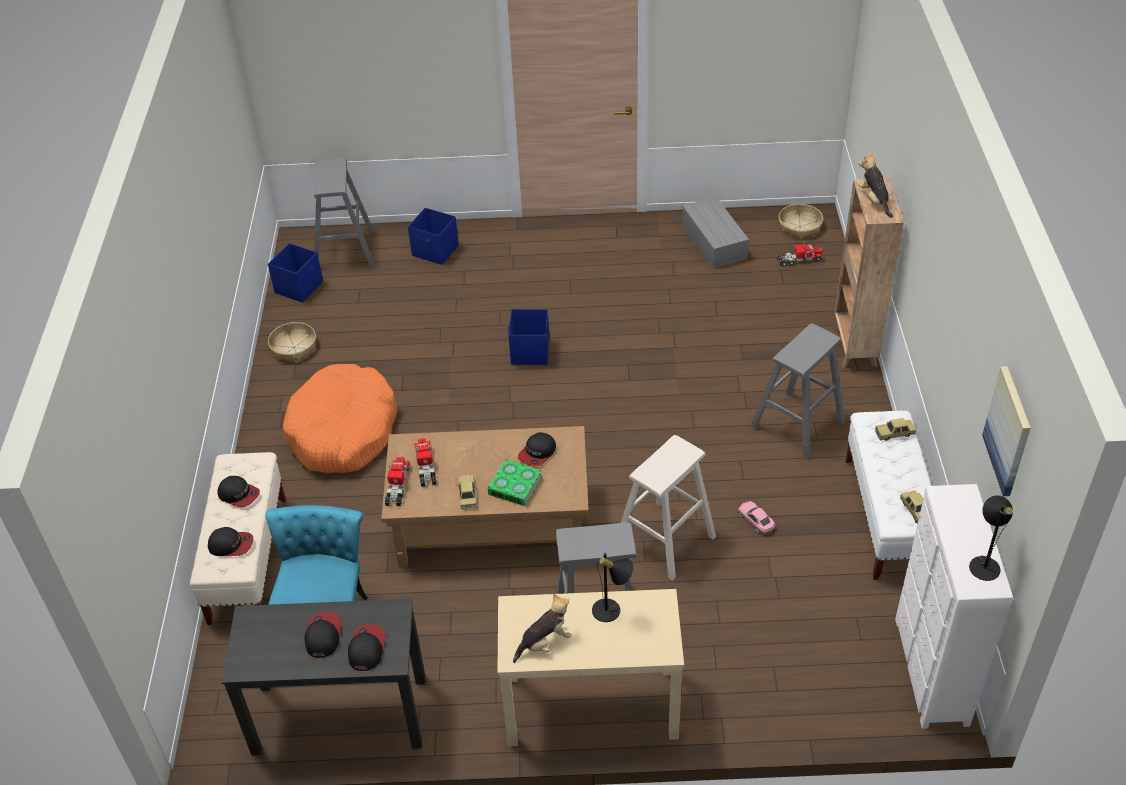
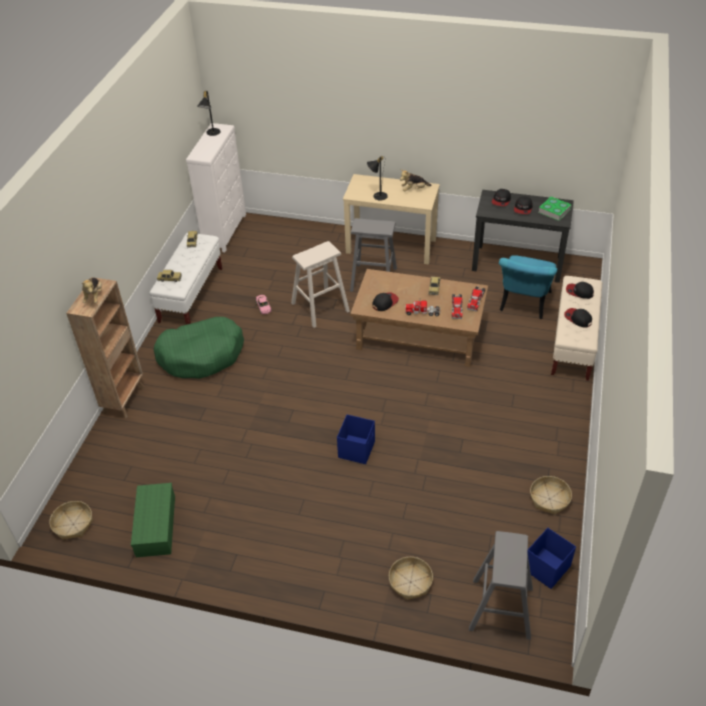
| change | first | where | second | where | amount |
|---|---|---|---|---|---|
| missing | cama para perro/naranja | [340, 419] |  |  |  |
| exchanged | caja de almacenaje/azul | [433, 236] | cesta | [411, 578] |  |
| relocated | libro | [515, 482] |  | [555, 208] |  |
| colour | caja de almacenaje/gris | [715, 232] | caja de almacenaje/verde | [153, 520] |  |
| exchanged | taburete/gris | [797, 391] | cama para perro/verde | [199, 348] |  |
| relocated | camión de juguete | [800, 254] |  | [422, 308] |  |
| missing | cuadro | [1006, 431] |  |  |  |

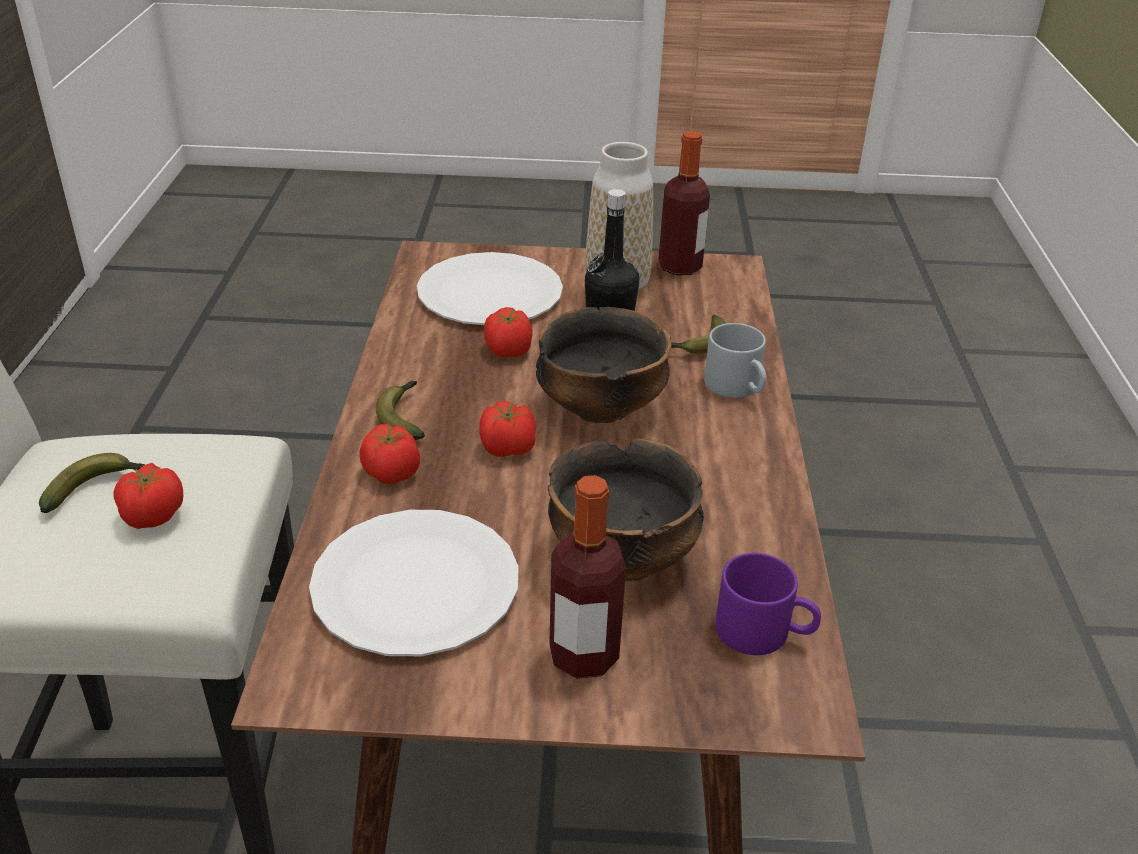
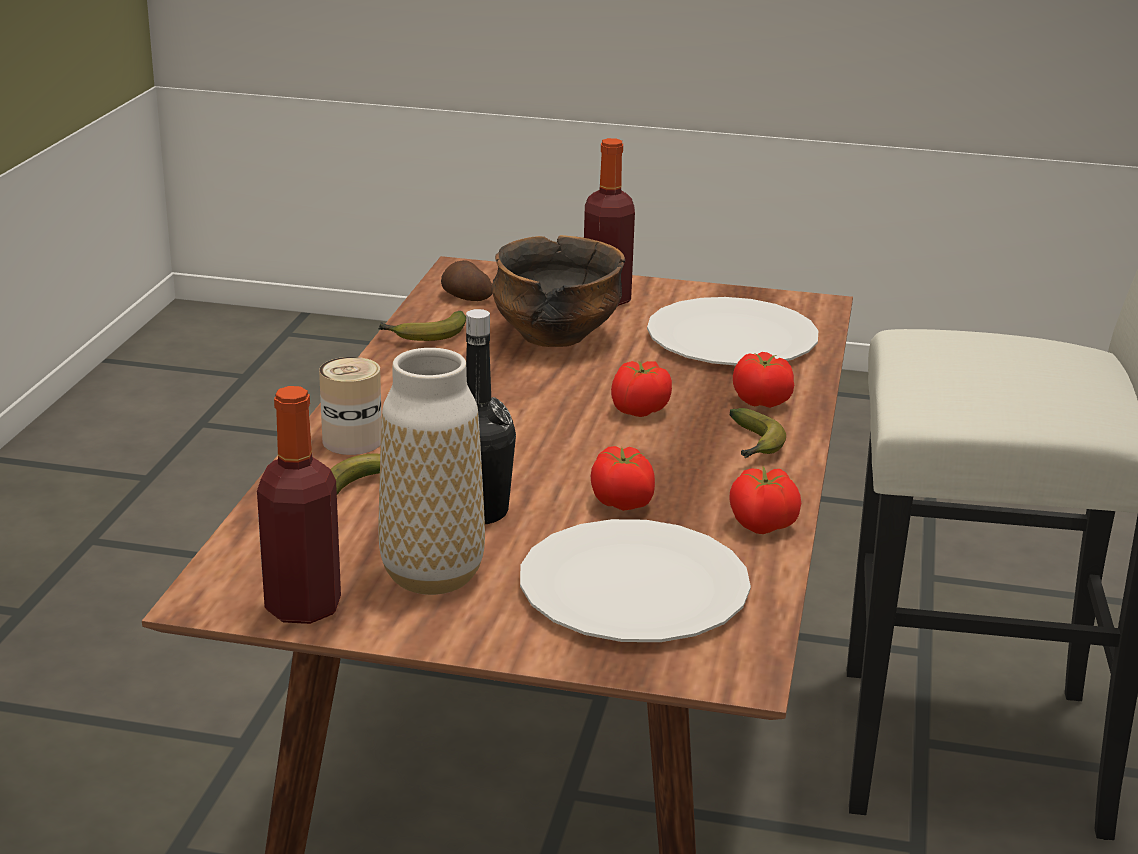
| change | first | where | second | where | amount |
|---|---|---|---|---|---|
| relocated | plátano | [92, 483] |  | [422, 326] |  |
| relocated | tomate | [148, 496] |  | [765, 500] |  |
| missing | cuenco | [604, 365] |  |  |  |
| exchanged | taza grande/gris | [735, 360] | lata | [350, 406] |  |
| exchanged | taza grande/morado | [768, 604] | patata | [467, 280] |  |

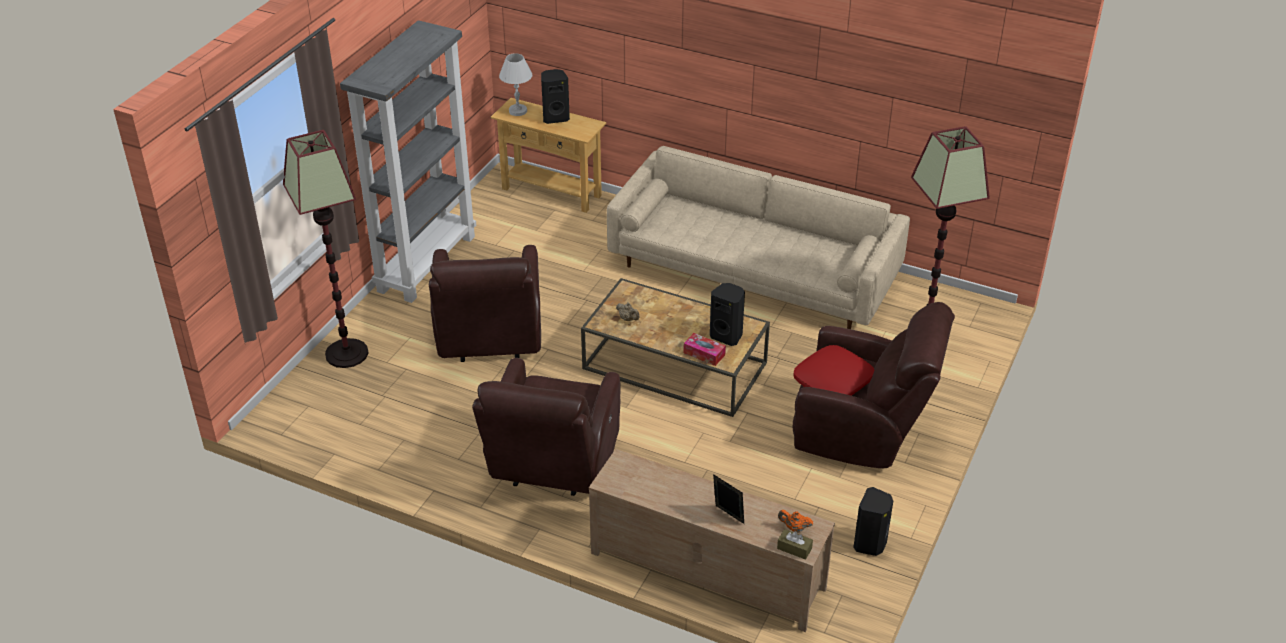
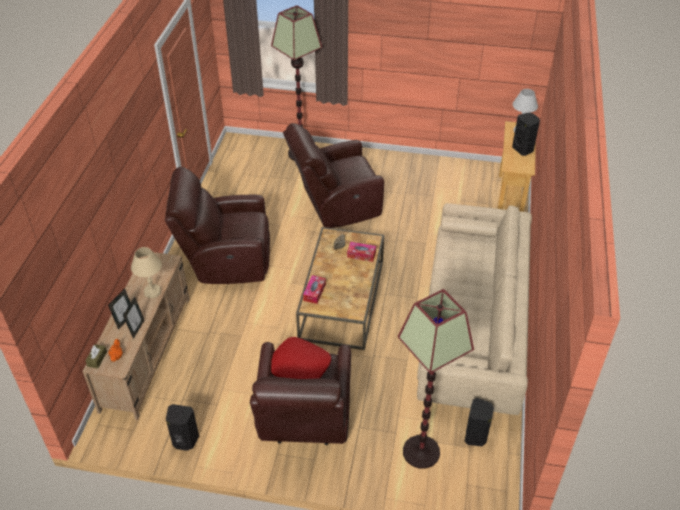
| change | first | where | second | where | amount |
|---|---|---|---|---|---|
| missing | estantería/gris | [408, 161] |  |  |  |
| relocated | altavoz/negro | [727, 314] |  | [479, 422] |  |
| appeared |  |  | portarretratos | [133, 318] |  |
| appeared |  |  | lámpara de mesa/beis | [146, 272] |  |
| appeared |  |  | caja de pañuelos | [361, 252] |  |

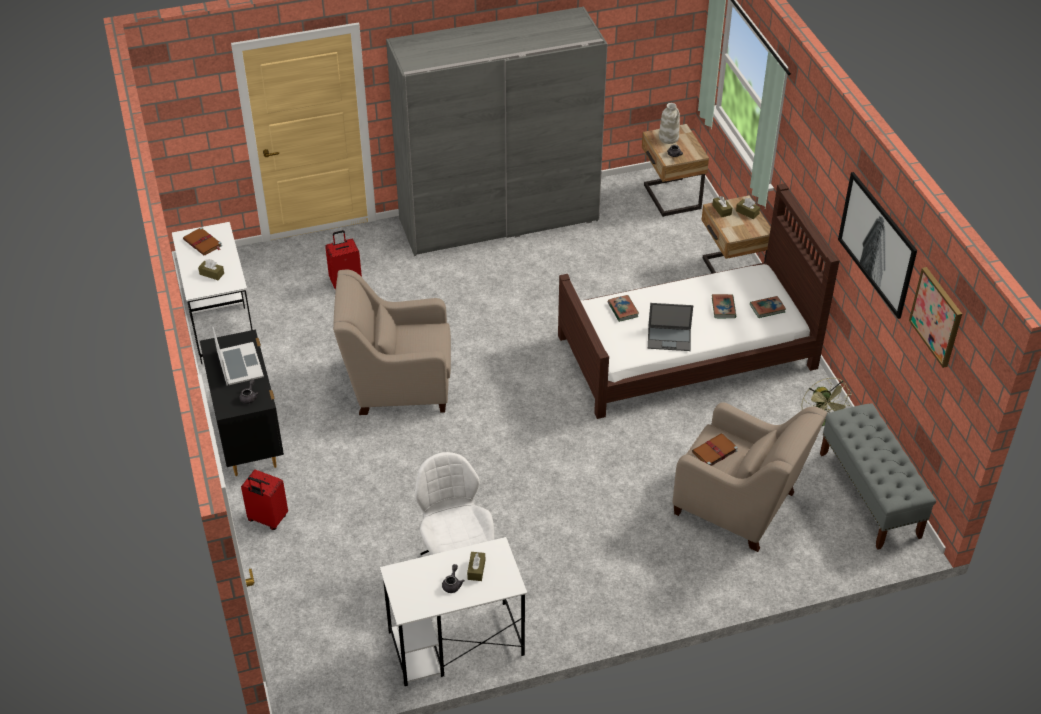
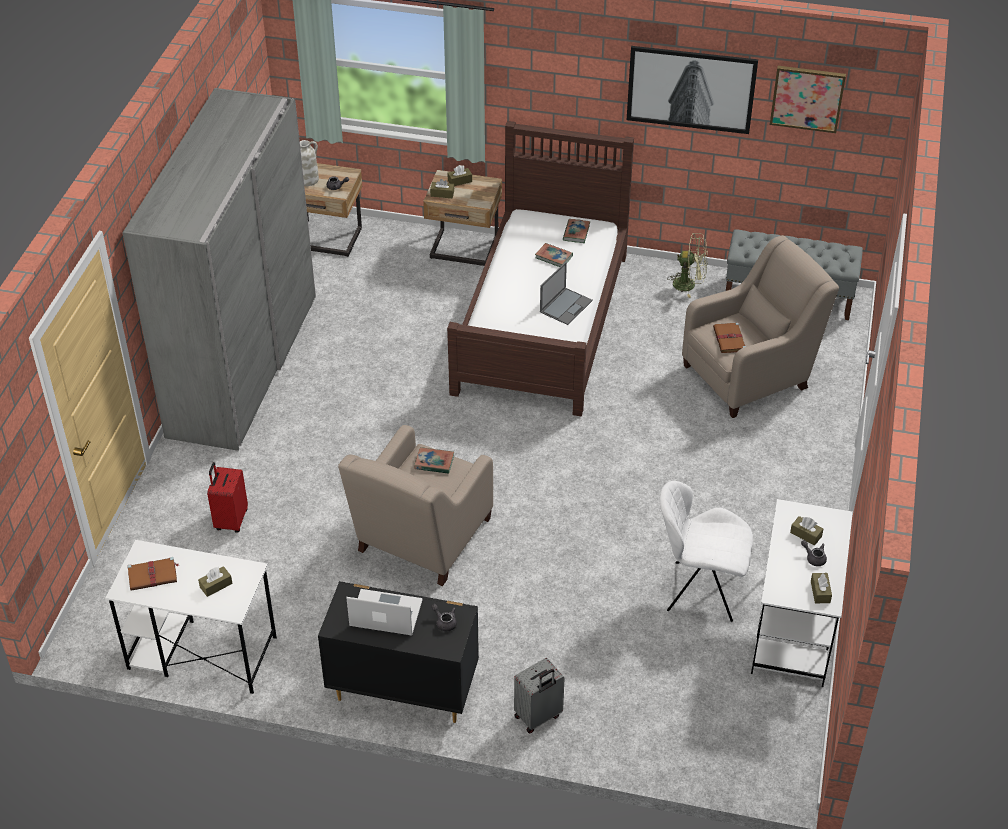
| change | first | where | second | where | amount |
|---|---|---|---|---|---|
| colour | maleta/rojo | [264, 500] | maleta/gris | [539, 695] |  |
| relocated | libro | [623, 308] |  | [434, 460] |  |
| appeared |  |  | caja de pañuelos/marrón | [821, 588] |  |

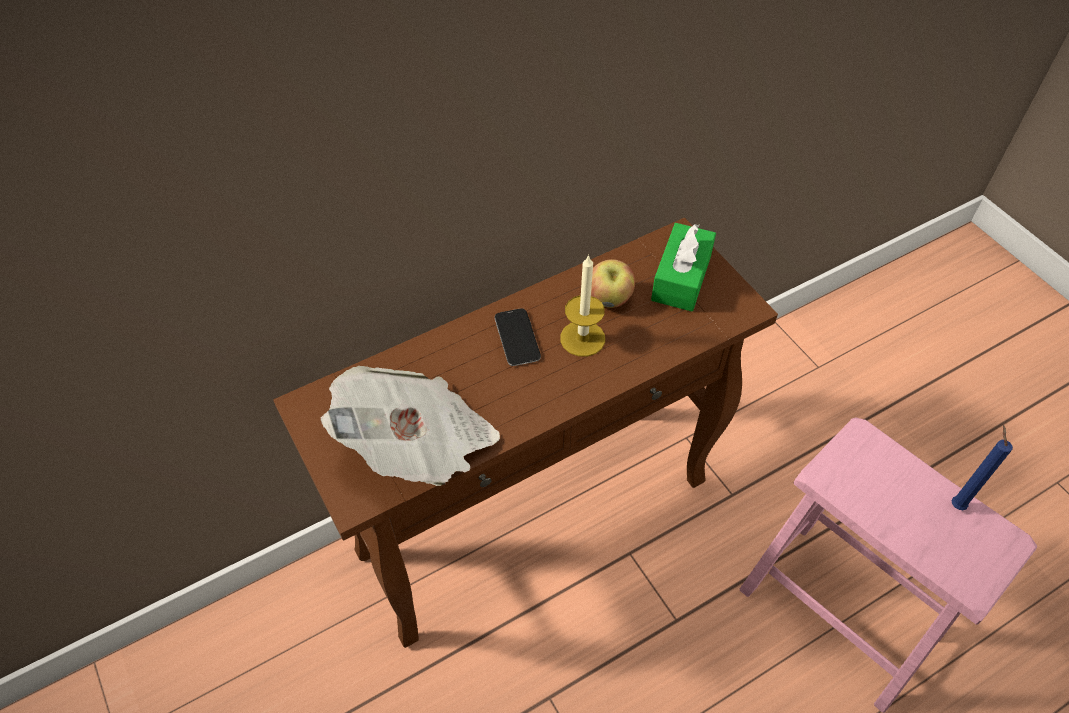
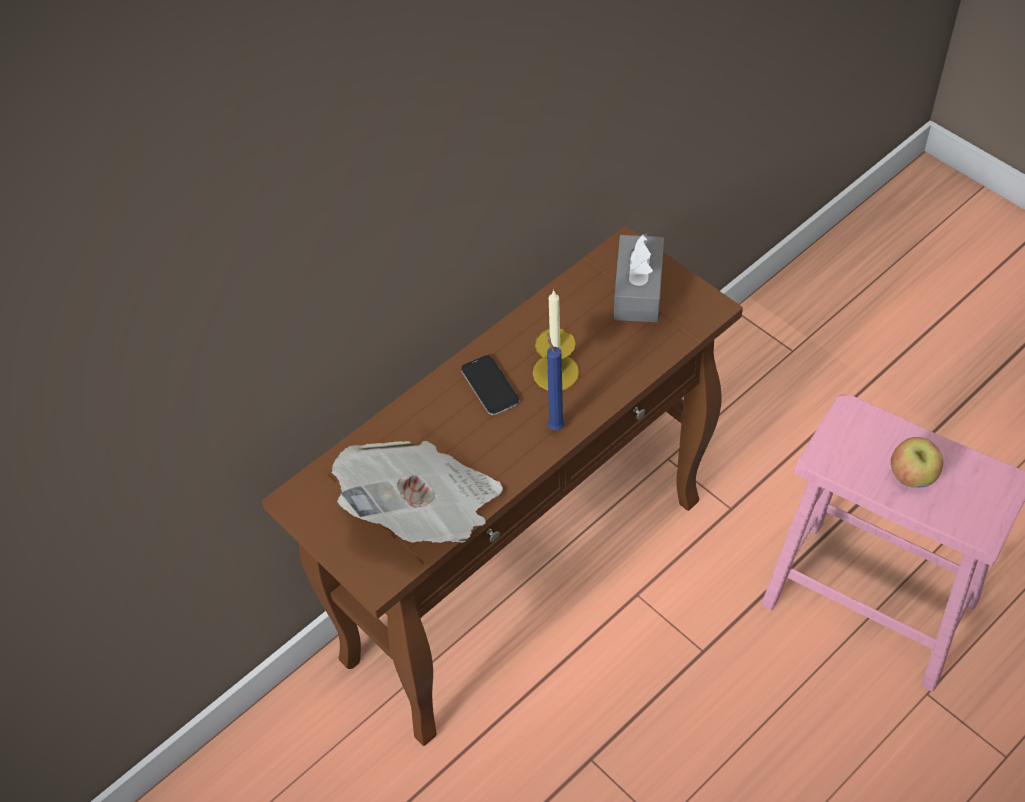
| change | first | where | second | where | amount |
|---|---|---|---|---|---|
| relocated | manzana | [613, 283] |  | [917, 462] |  |
| colour | caja de pañuelos/verde | [683, 267] | caja de pañuelos/gris | [639, 278] |  |
| relocated | vela/azul | [982, 467] |  | [556, 381] |  |

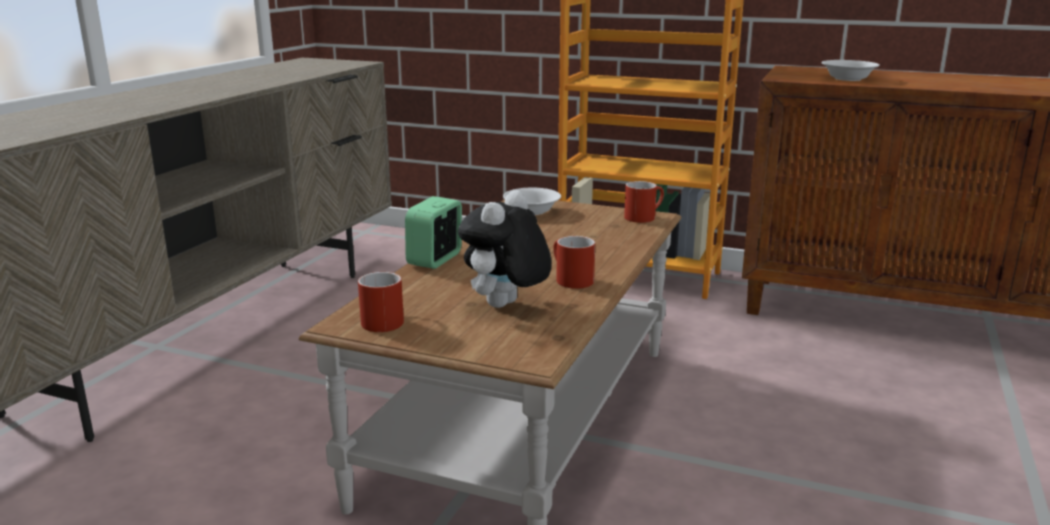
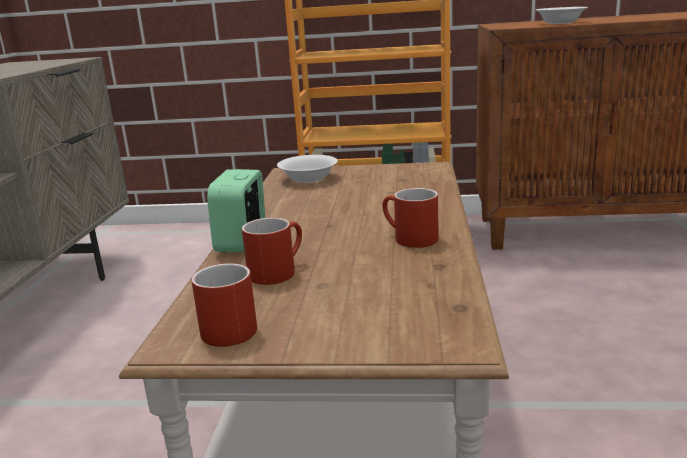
| change | first | where | second | where | amount |
|---|---|---|---|---|---|
| missing | peluche | [505, 249] |  |  |  |
| relocated | taza grande/rojo | [644, 202] |  | [272, 251] |  |

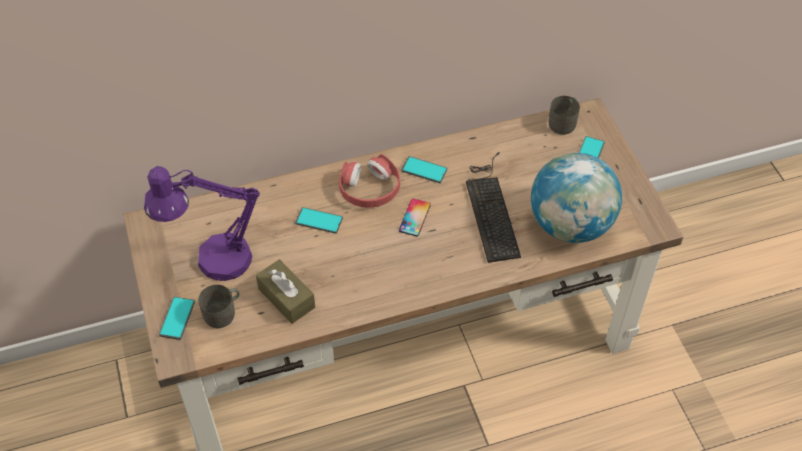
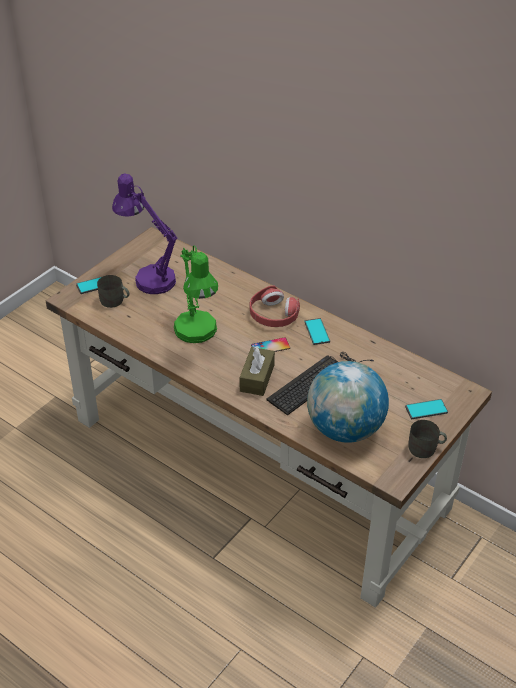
| change | first | where | second | where | amount |
|---|---|---|---|---|---|
| relocated | caja de pañuelos/marrón | [285, 291] |  | [257, 371] |  |
| missing | móvil | [319, 220] |  |  |  |
| relocated | taza grande/gris | [564, 115] |  | [427, 439] |  |
| appeared |  |  | lámpara de mesa/verde | [196, 294] |  |

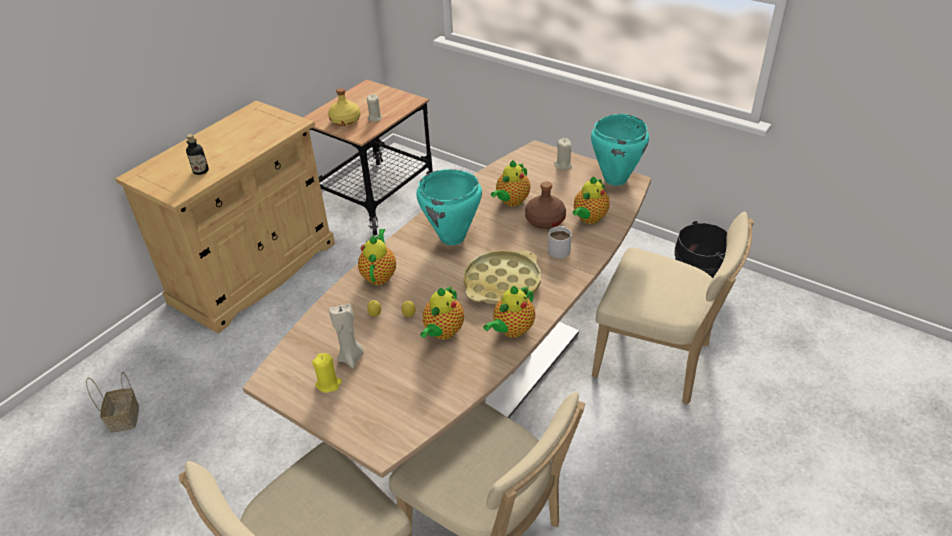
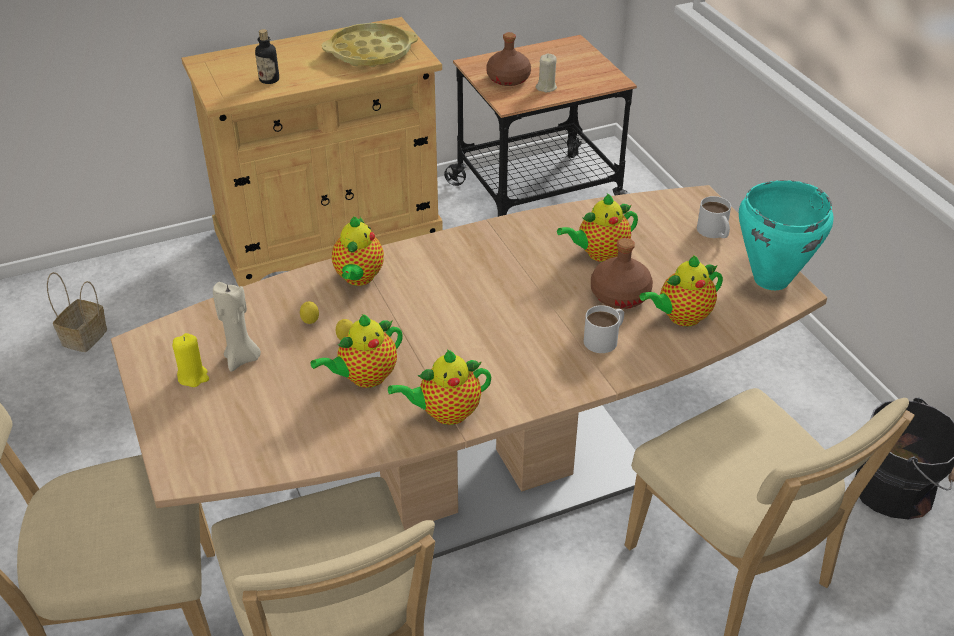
| change | first | where | second | where | amount |
|---|---|---|---|---|---|
| colour | botella/amarillo | [344, 107] | botella/marrón | [508, 59] |  |
| spun | tetera | [377, 257] |  | [358, 251] | 150 degrees clockwise |
| missing | olla/turquesa | [449, 207] |  |  |  |
| relocated | bandeja/amarillo | [502, 277] |  | [370, 45] |  |
| exchanged | vela/beis | [563, 154] | taza grande/blanco | [714, 217] |  |

